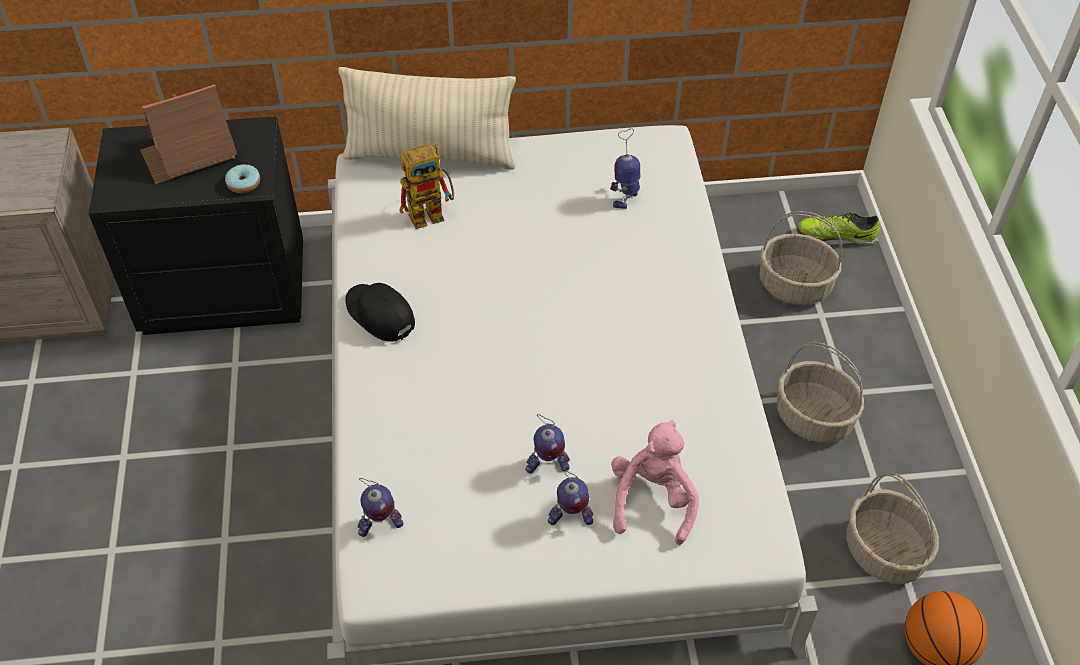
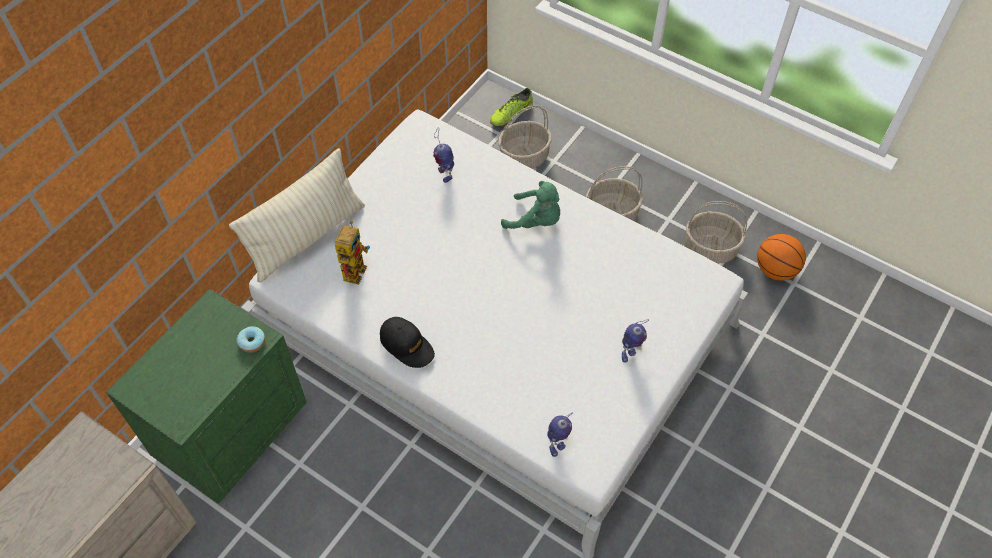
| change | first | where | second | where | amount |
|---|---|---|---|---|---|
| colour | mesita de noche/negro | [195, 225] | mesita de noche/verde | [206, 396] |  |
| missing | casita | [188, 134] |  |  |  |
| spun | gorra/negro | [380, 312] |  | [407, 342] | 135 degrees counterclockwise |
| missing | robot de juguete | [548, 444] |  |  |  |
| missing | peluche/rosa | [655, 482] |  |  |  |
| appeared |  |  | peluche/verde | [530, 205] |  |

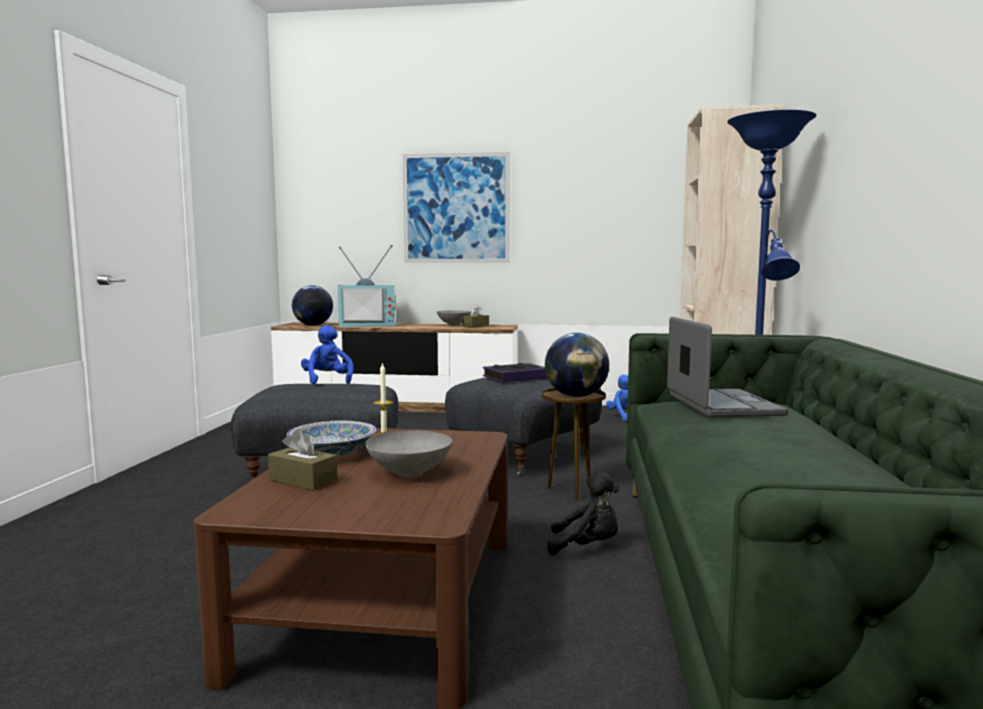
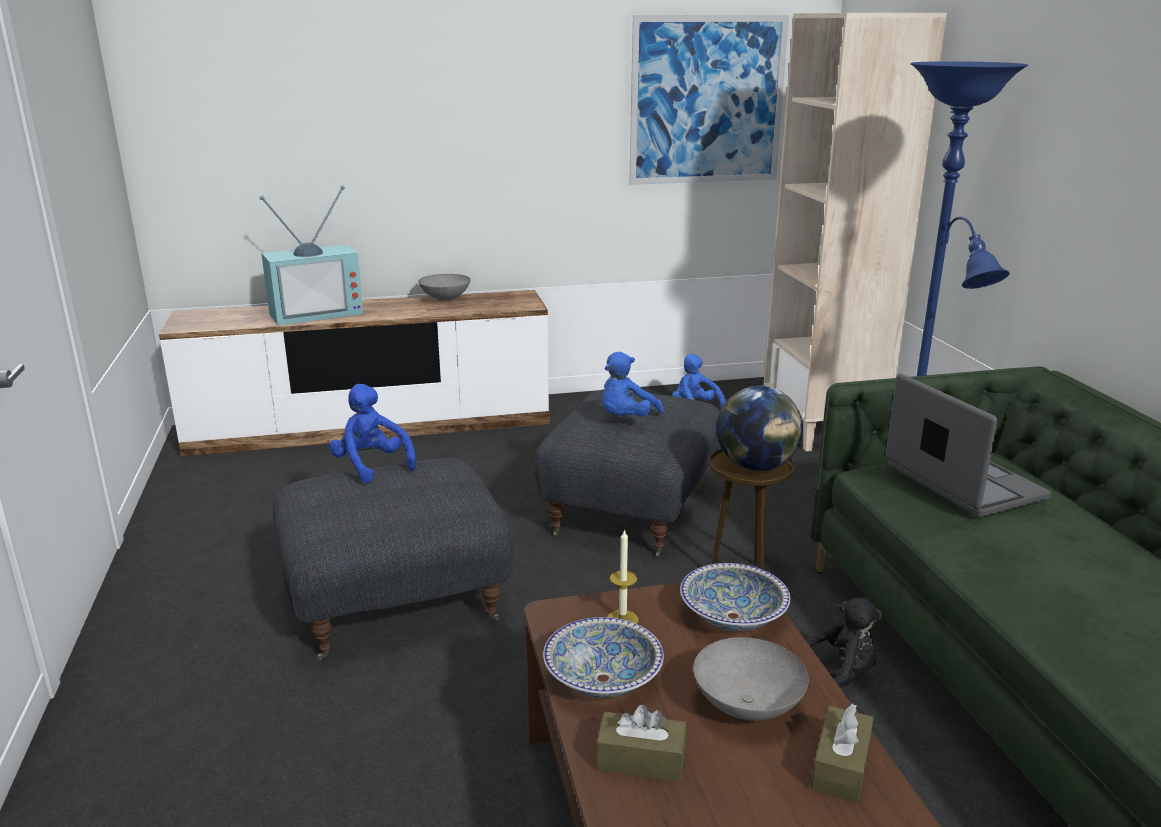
| change | first | where | second | where | amount |
|---|---|---|---|---|---|
| missing | globo terráqueo | [312, 305] |  |  |  |
| relocated | cuadro | [456, 207] |  | [709, 100] |  |
| relocated | caja de pañuelos/marrón | [476, 316] |  | [842, 753] |  |
| exchanged | libro | [515, 373] | peluche/azul | [633, 384] |  |
| appeared |  |  | cuenco | [735, 597] |  |

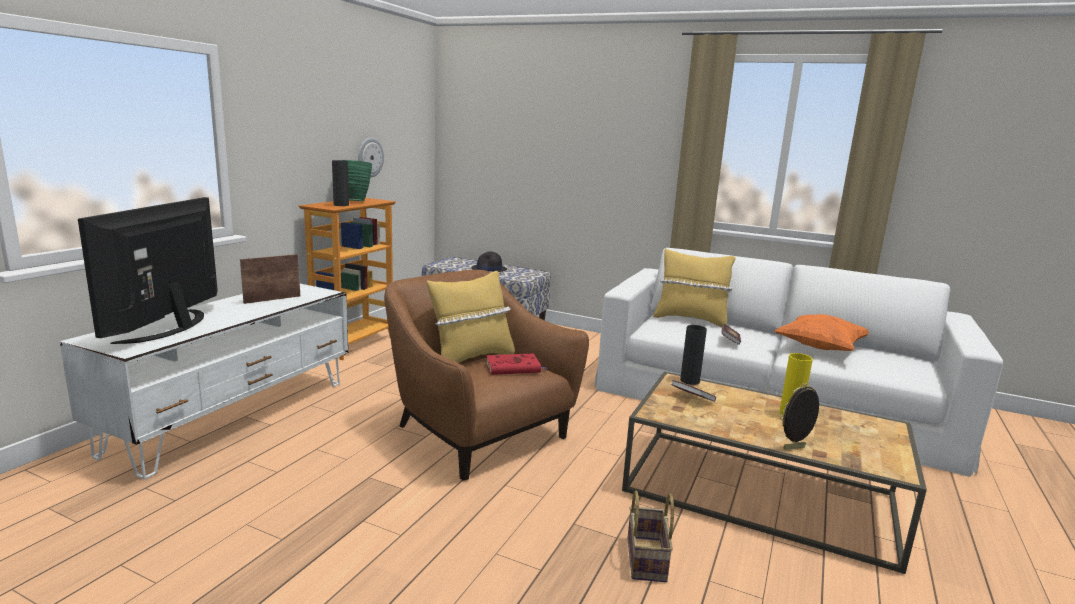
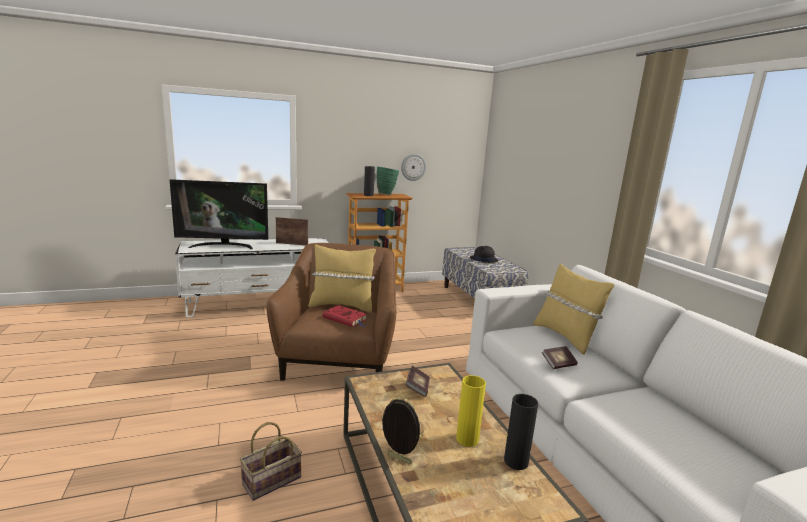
| change | first | where | second | where | amount |
|---|---|---|---|---|---|
| spun | televisor | [148, 270] |  | [219, 214] | 150 degrees counterclockwise |
| relocated | florero/negro | [693, 355] |  | [521, 432] |  |
| missing | cojín/naranja | [821, 332] |  |  |  |

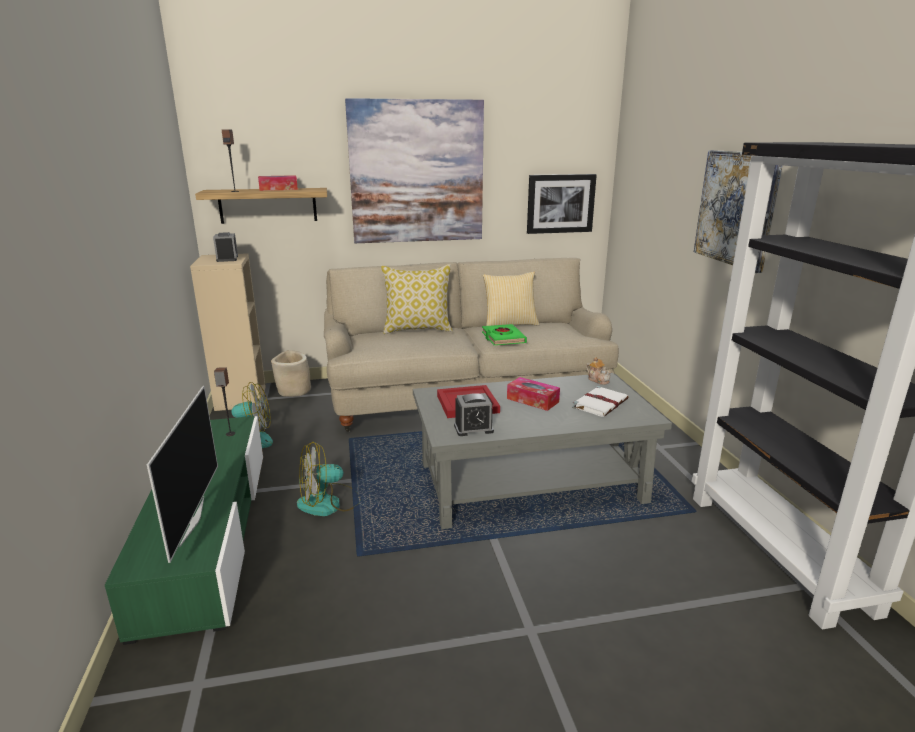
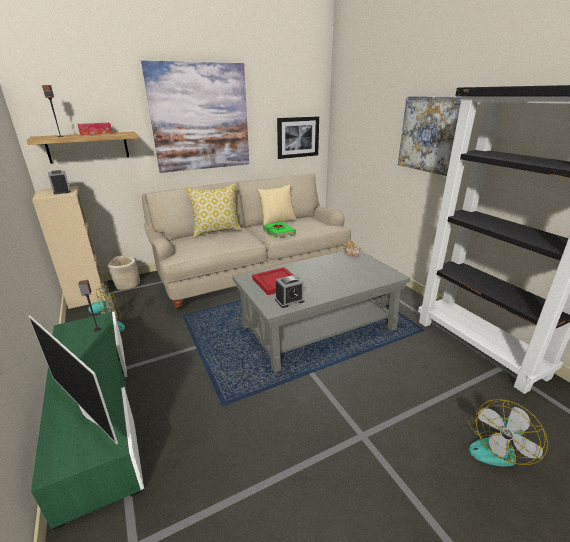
| change | first | where | second | where | amount |
|---|---|---|---|---|---|
| spun | televisor | [182, 474] |  | [73, 379] | 150 degrees clockwise |
| relocated | ventilador | [329, 479] |  | [508, 433] |  |
| missing | caja de pañuelos | [533, 394] |  |  |  |
| missing | libro/blanco | [600, 401] |  |  |  |

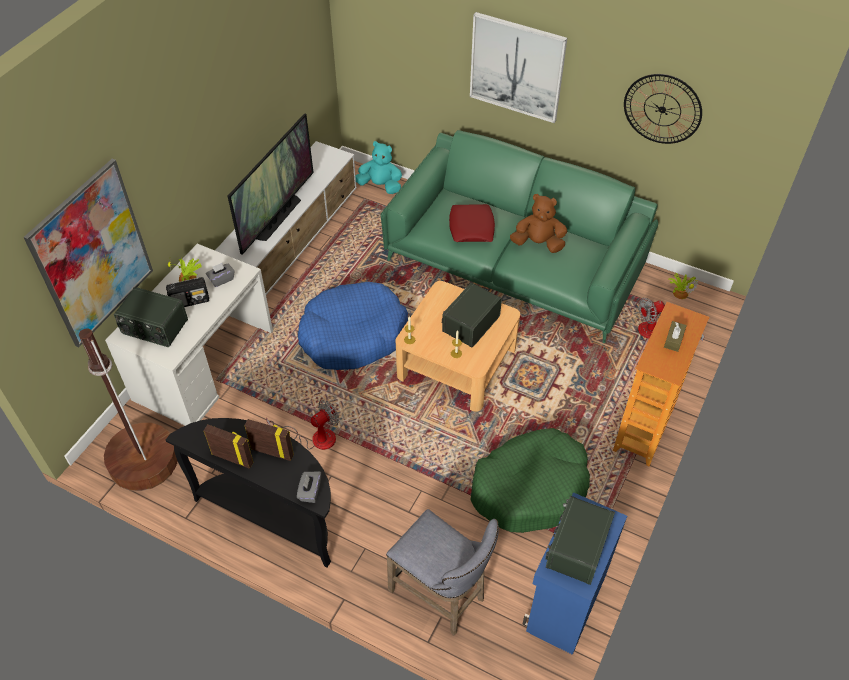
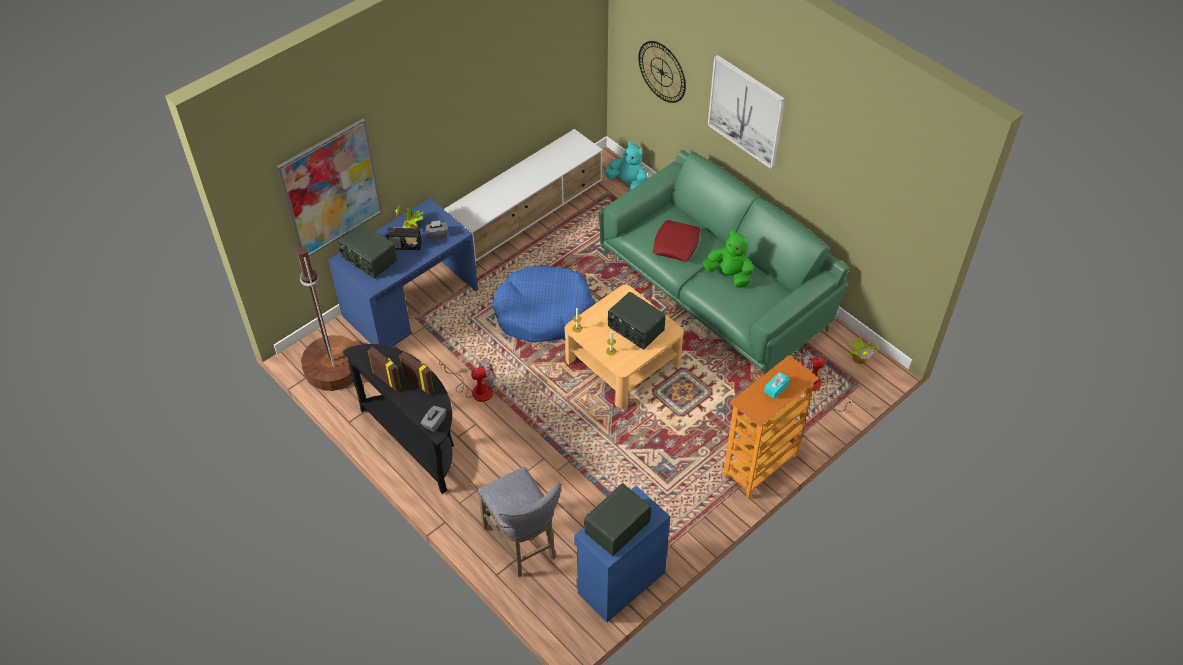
| change | first | where | second | where | amount |
|---|---|---|---|---|---|
| colour | escritorio/blanco | [189, 335] | escritorio/azul | [403, 272] |  |
| missing | televisor | [271, 184] |  |  |  |
| spun | radio | [472, 315] |  | [637, 320] | 105 degrees counterclockwise |
| missing | cama para perro/verde | [530, 480] |  |  |  |
| colour | peluche/marrón | [538, 223] | peluche/verde | [728, 259] |  |
| relocated | reloj de pared | [663, 109] |  | [662, 72] |  |
| colour | caja de pañuelos/marrón | [675, 336] | caja de pañuelos/turquesa | [777, 385] |  |

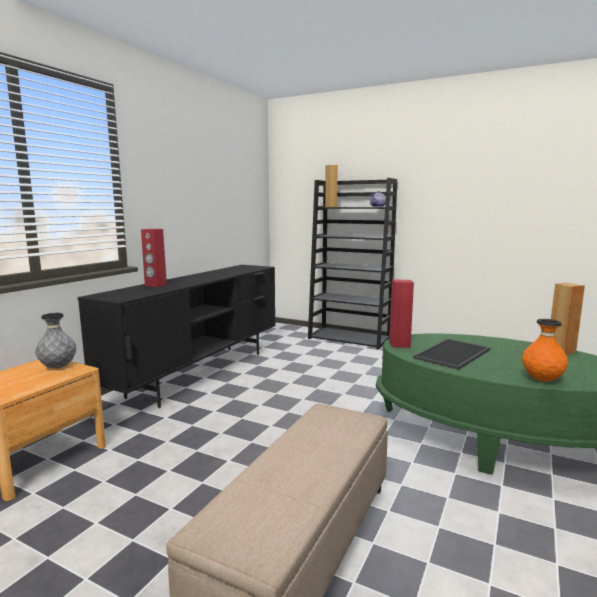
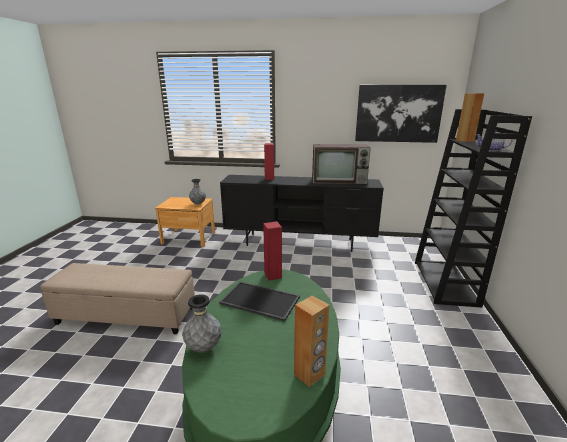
| change | first | where | second | where | amount |
|---|---|---|---|---|---|
| colour | florero/naranja | [545, 350] | florero/gris | [202, 323] |  |
| appeared |  |  | televisor | [341, 164] |  |
| appeared |  |  | cuadro | [401, 114] |  |

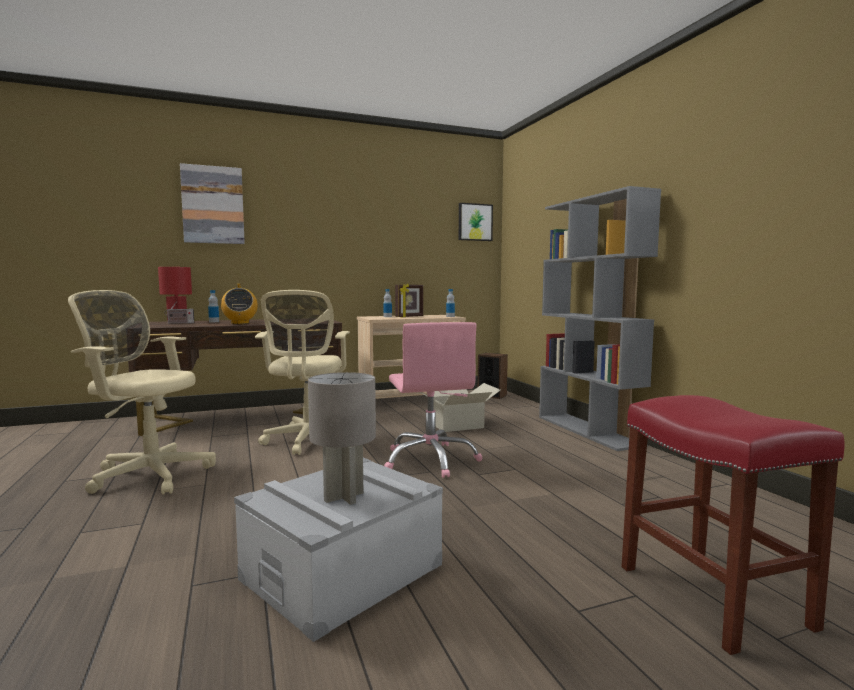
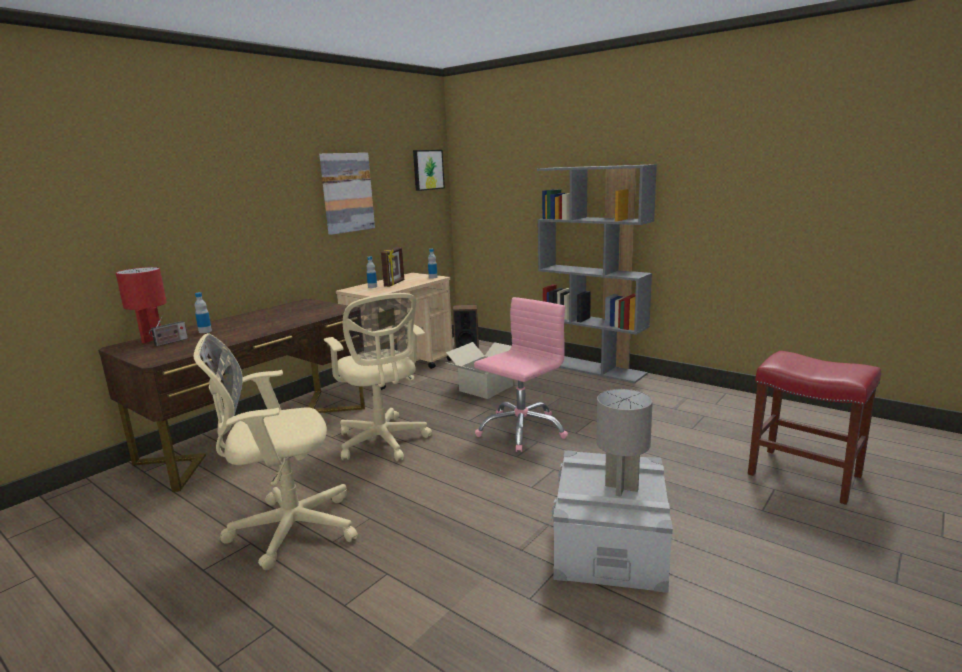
| change | first | where | second | where | amount |
|---|---|---|---|---|---|
| relocated | cuadro | [212, 203] |  | [347, 194] |  |
| missing | radio | [239, 304] |  |  |  |
| spun | silla de oficina/rosa | [433, 400] |  | [521, 374] | 90 degrees counterclockwise |

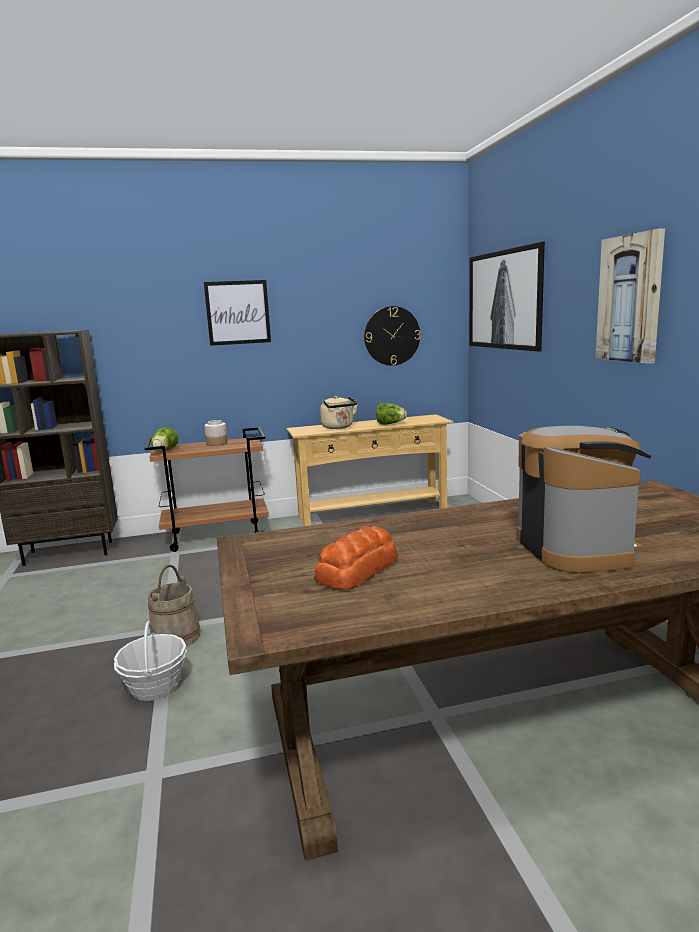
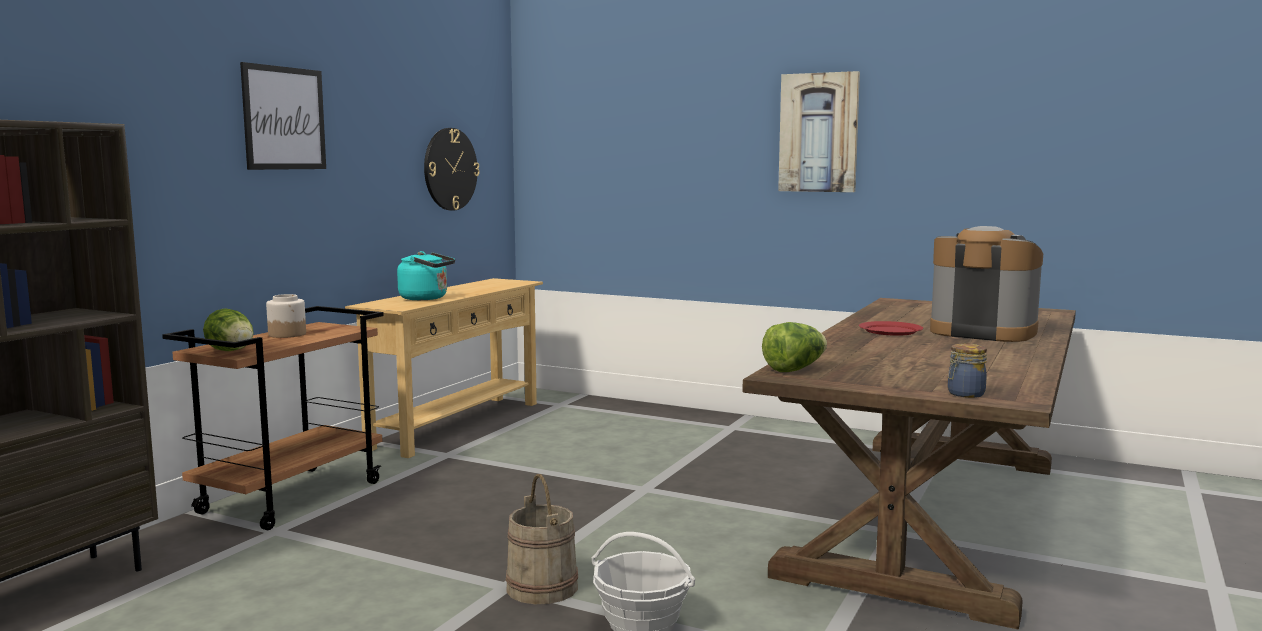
| change | first | where | second | where | amount |
|---|---|---|---|---|---|
| missing | pan | [356, 558] |  |  |  |
| colour | hervidor/beis | [338, 412] | hervidor/turquesa | [426, 275] |  |
| relocated | lechuga | [391, 414] |  | [794, 347] |  |
| missing | cuadro | [507, 296] |  |  |  |
| appeared |  |  | plato/rojo | [891, 328] |  |
| appeared |  |  | tarro | [967, 370] |  |

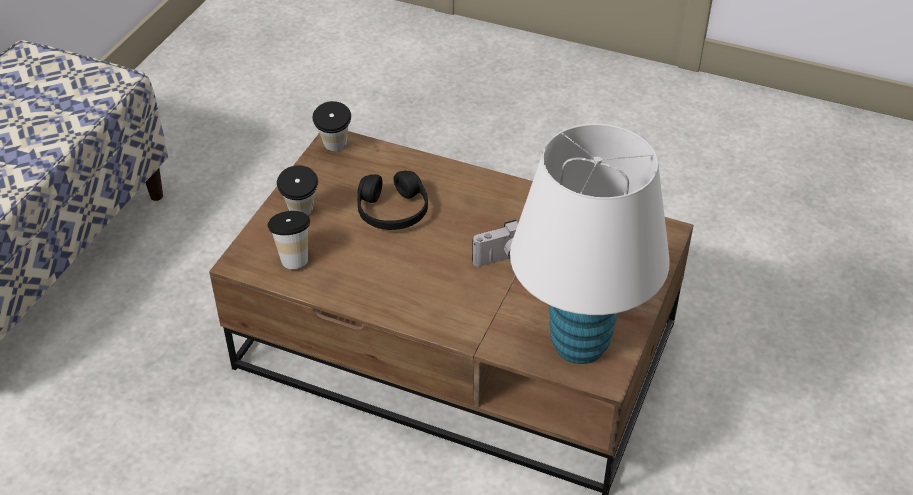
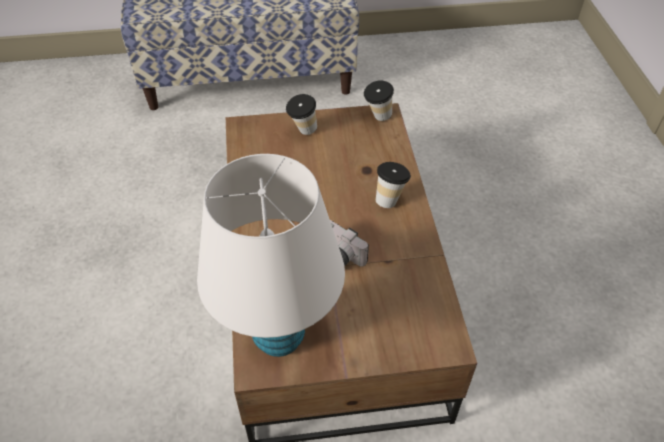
| change | first | where | second | where | amount |
|---|---|---|---|---|---|
| relocated | taza | [289, 240] |  | [393, 185] |  |
| missing | auriculares/negro | [392, 200] |  |  |  |

